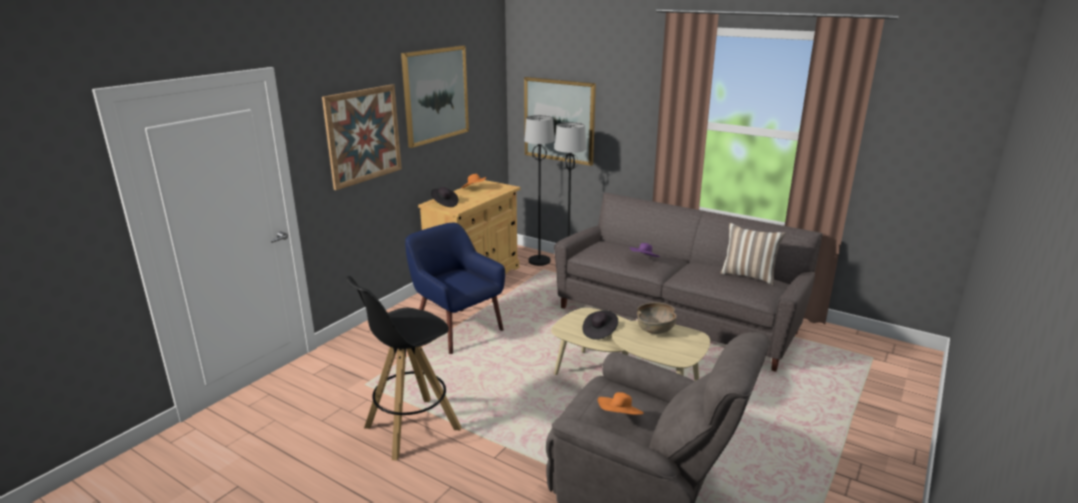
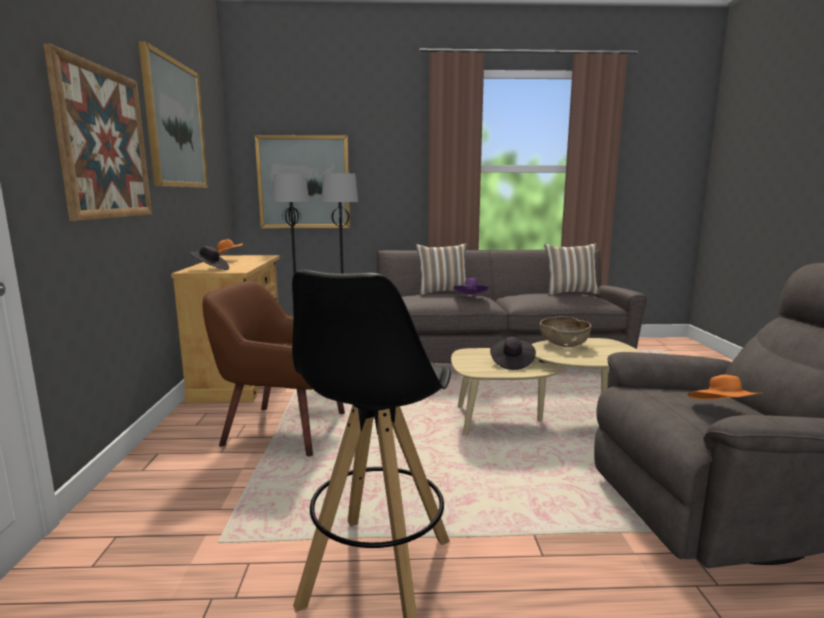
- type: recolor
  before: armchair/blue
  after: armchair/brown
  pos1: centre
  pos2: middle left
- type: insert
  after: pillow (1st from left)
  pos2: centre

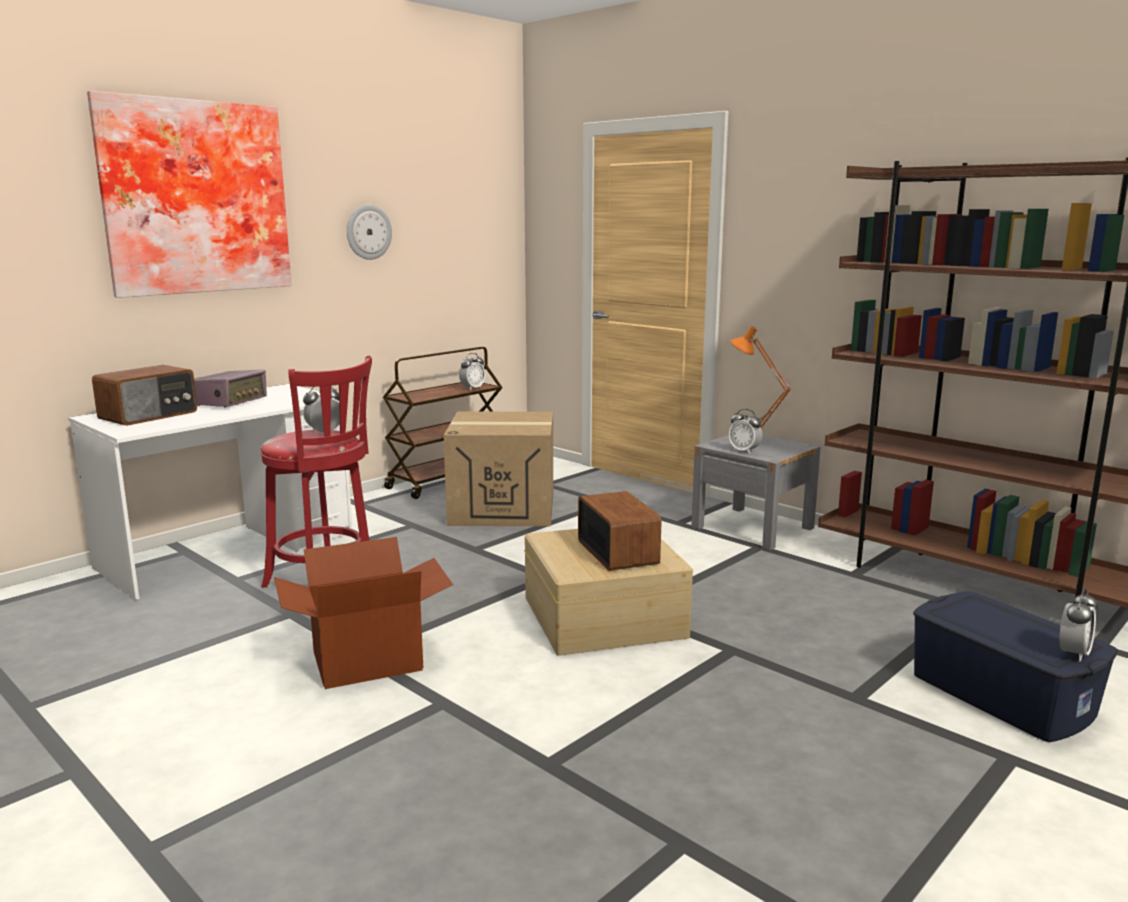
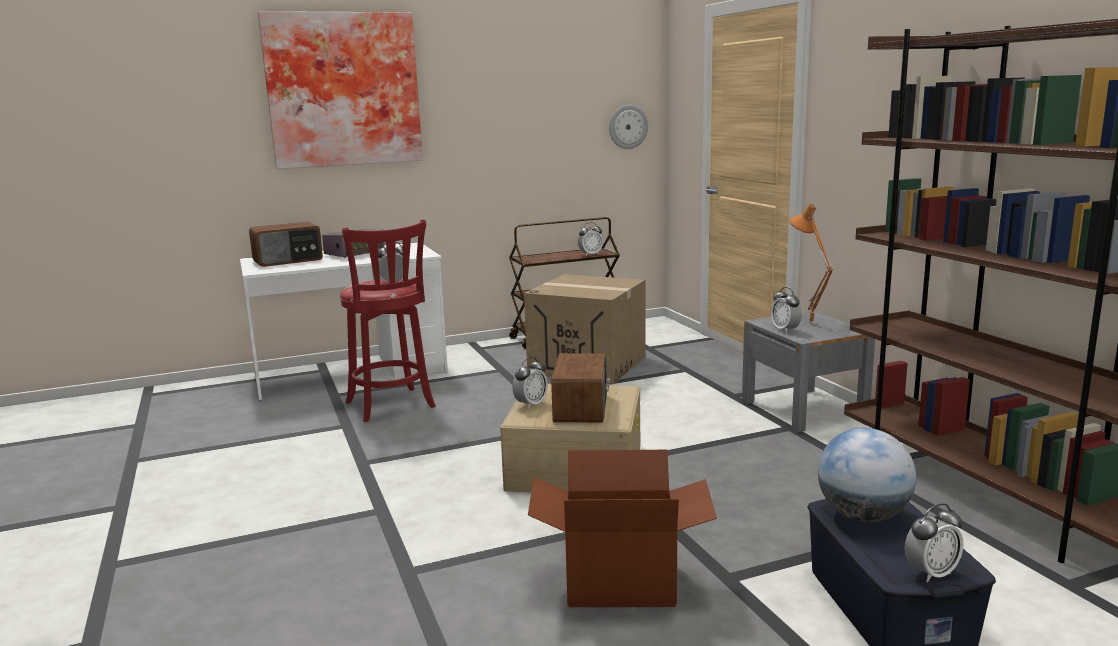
- type: insert
  after: alarm clock (2nd from left)
  pos2: centre
- type: move
  before: cardboard box (1st from left in the first image)
  after: cardboard box (2nd from left)
  pos1: bottom left
  pos2: bottom centre
- type: move
  before: wall clock
  pos1: top left
  pos2: top centre
- type: insert
  after: globe
  pos2: bottom right

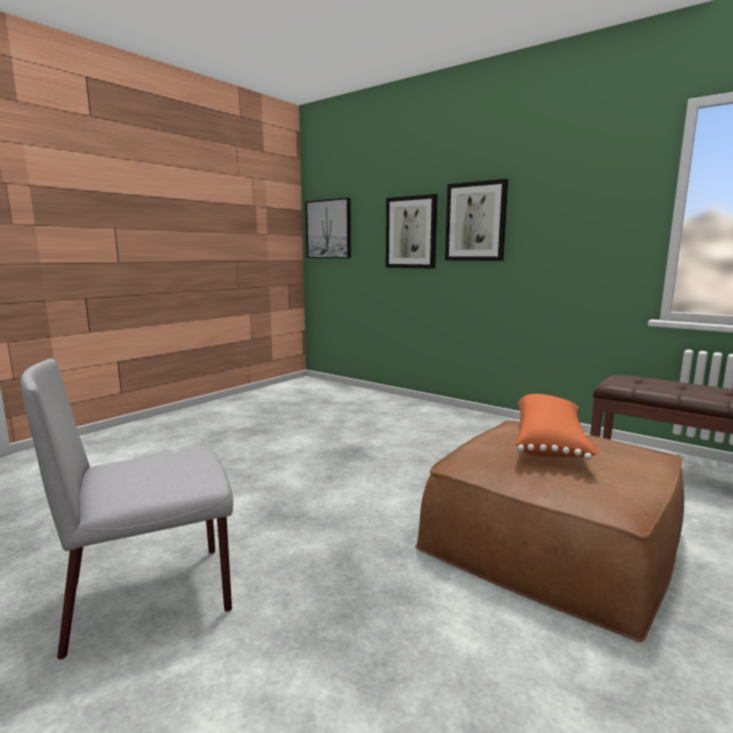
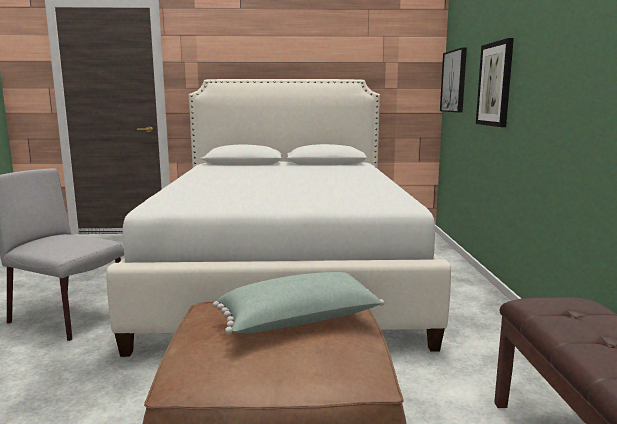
- type: insert
  after: bed/white
  pos2: centre
- type: recolor
  before: pillow/orange
  after: pillow/green
  pos1: middle right
  pos2: bottom centre
- type: delete
  before: picture (3rd from left)
  pos1: top centre

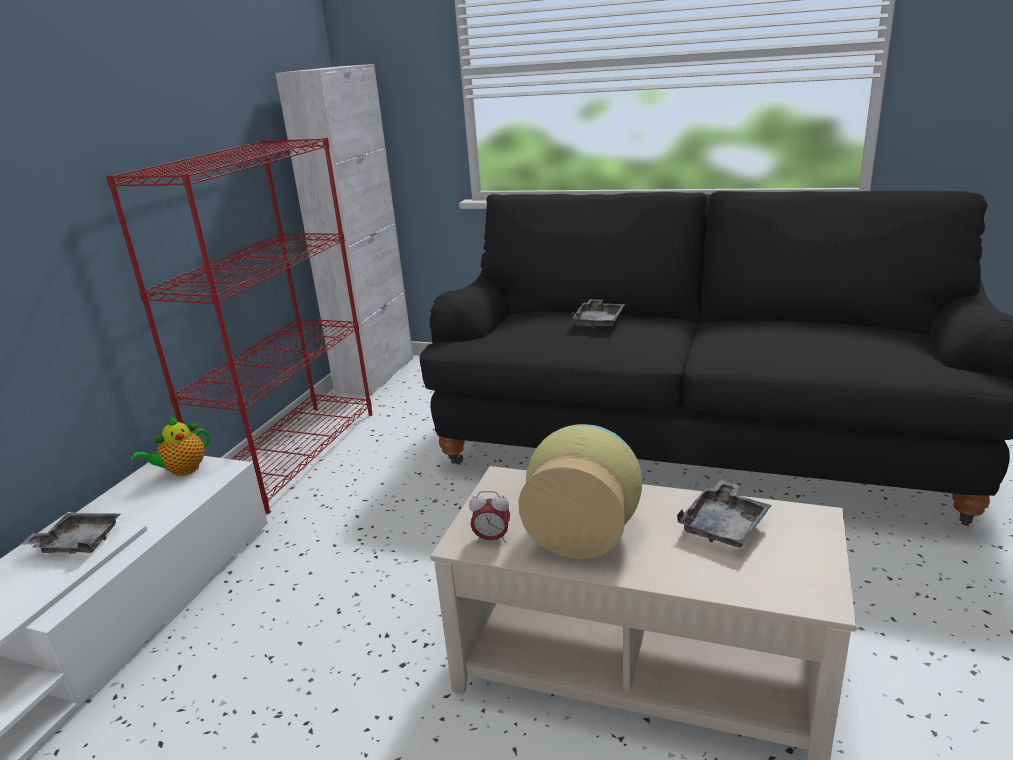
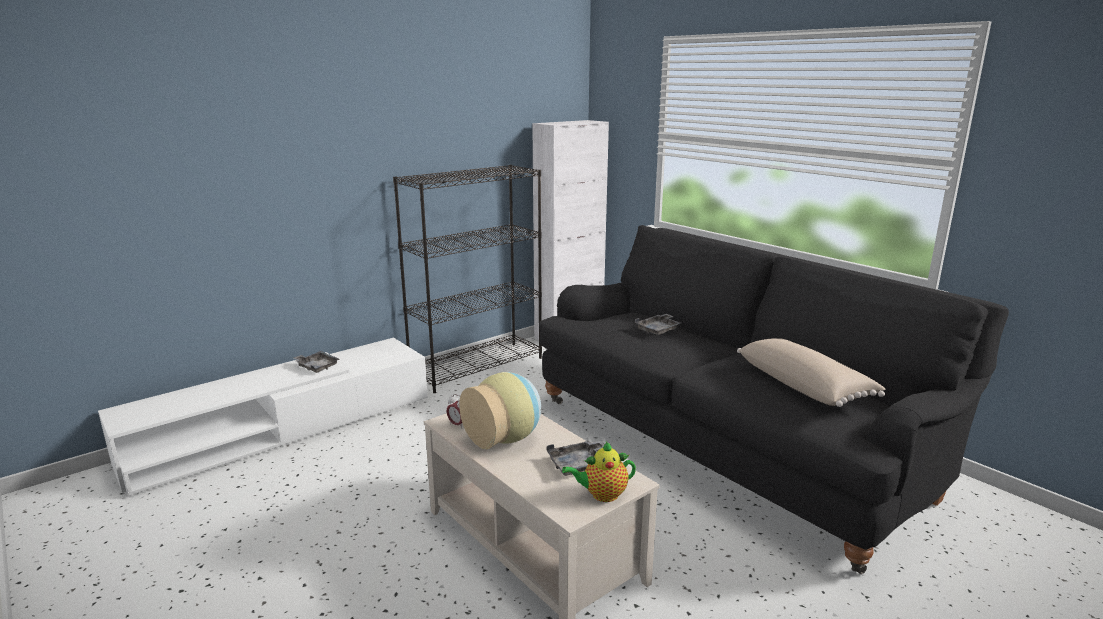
- type: recolor
  before: bookcase/red
  after: bookcase/black
  pos1: middle left
  pos2: centre
- type: move
  before: teapot
  pos1: middle left
  pos2: bottom centre
- type: insert
  after: pillow/beige
  pos2: middle right

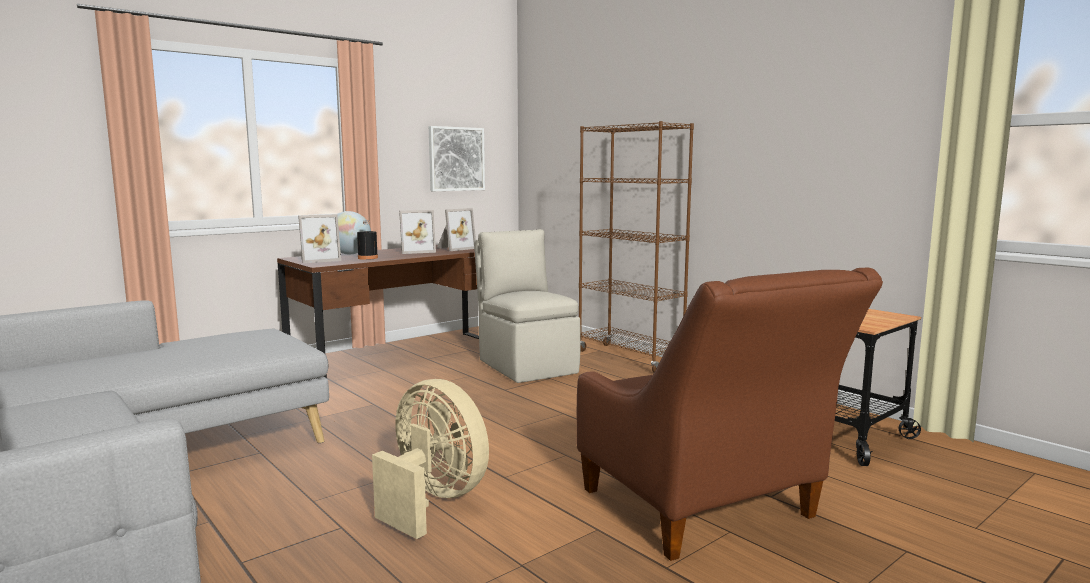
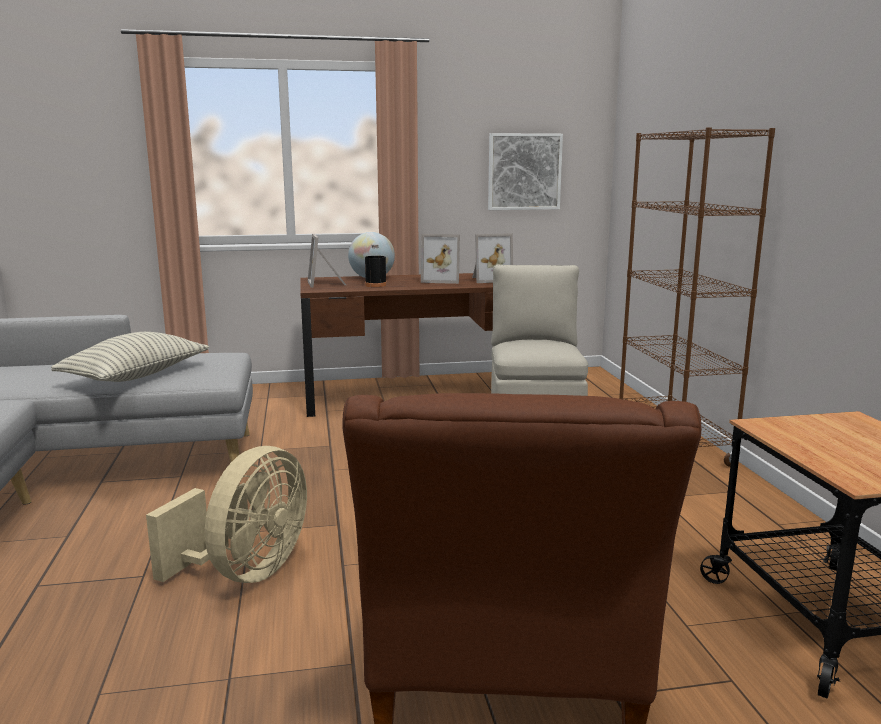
- type: insert
  after: pillow
  pos2: middle left
- type: rotate
  before: fan/beige
  pos1: bottom centre
  pos2: bottom left
  turn: 45
- type: rotate
  before: picture frame (1st from left)
  pos1: middle left
  pos2: centre
  turn: 75

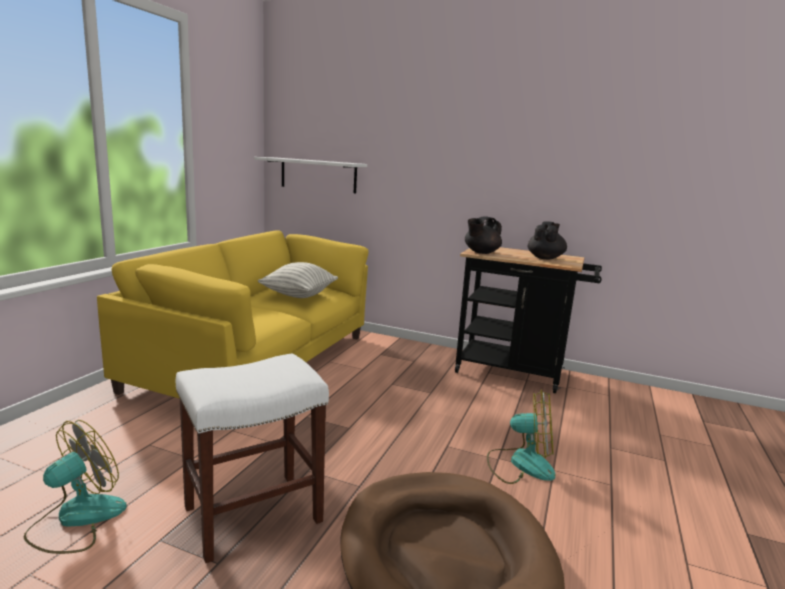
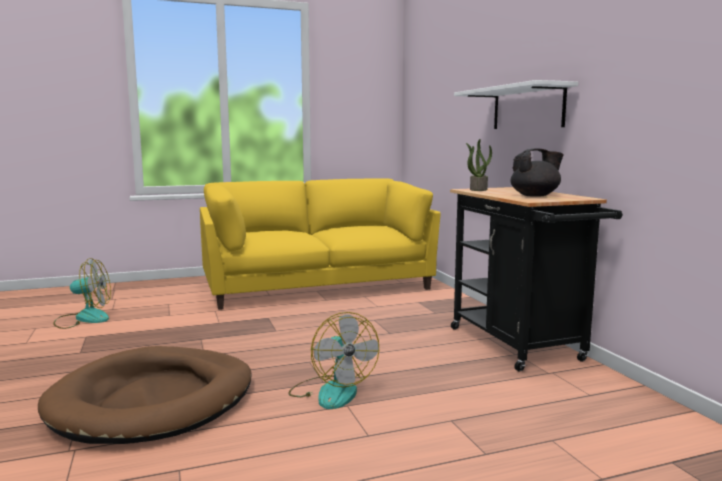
- type: move
  before: shelf/white
  pos1: top centre
  pos2: top right
- type: replace
  before: teapot/black (1st from left)
  after: potted plant
  pos1: centre
  pos2: centre
- type: delete
  before: stool/white
  pos1: bottom left
- type: delete
  before: pillow
  pos1: centre

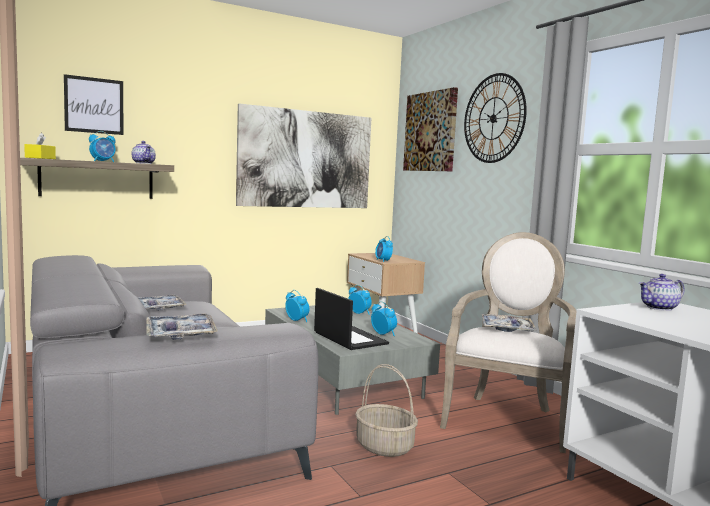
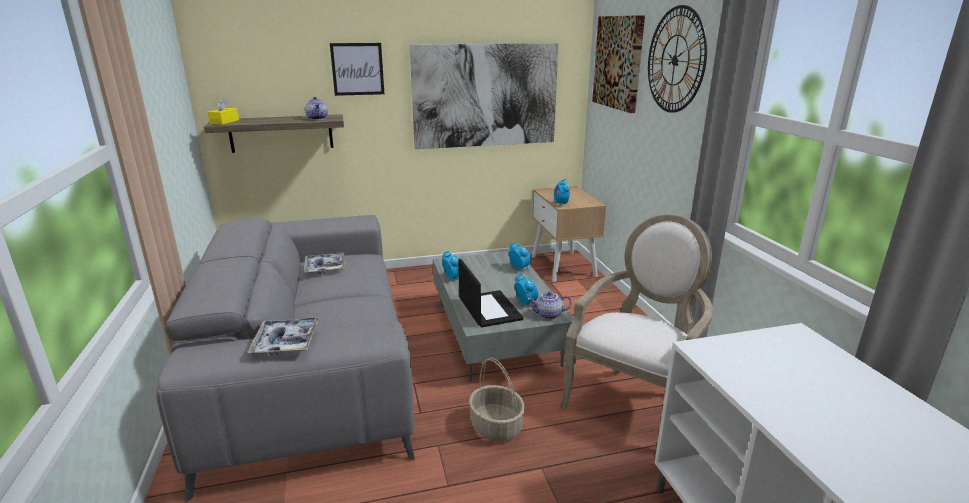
- type: move
  before: picture (1st from left)
  pos1: top left
  pos2: top centre
- type: move
  before: teapot (2nd from left)
  pos1: middle right
  pos2: centre
- type: delete
  before: alarm clock (1st from left)
  pos1: top left
- type: delete
  before: tray (3rd from left)
  pos1: middle right

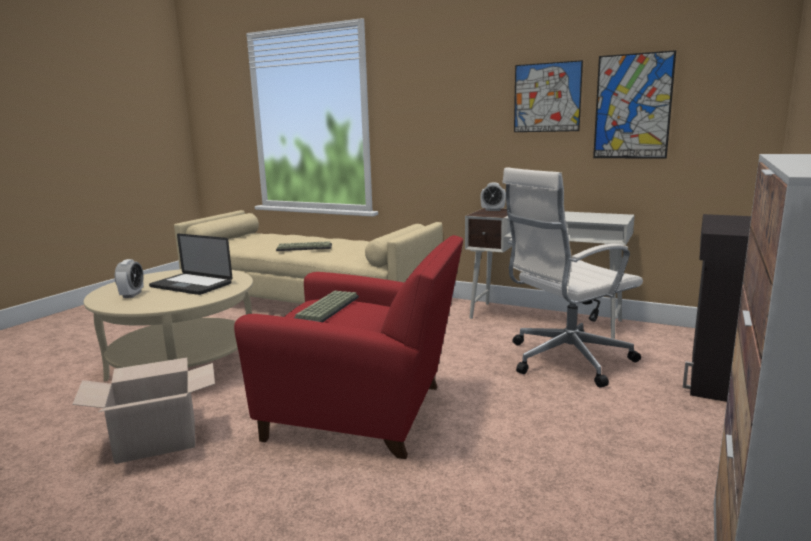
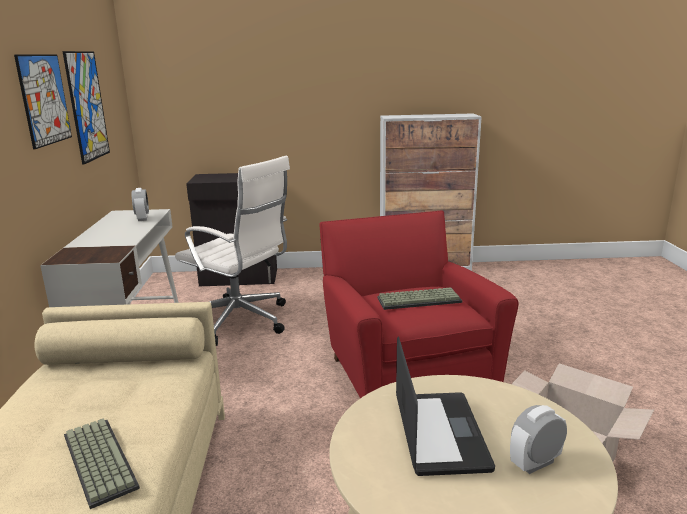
- type: move
  before: alarm clock (2nd from left in the first image)
  after: alarm clock (1st from left)
  pos1: centre
  pos2: middle left

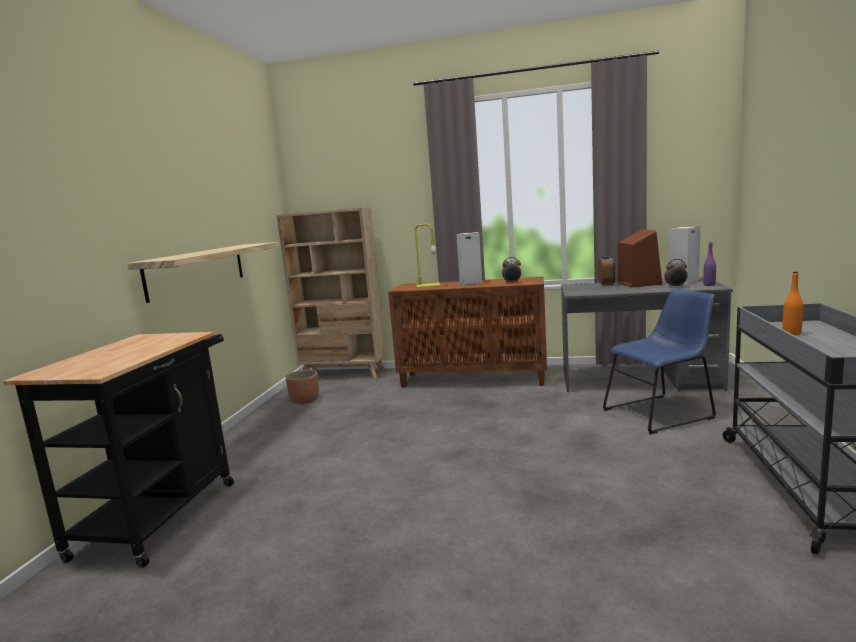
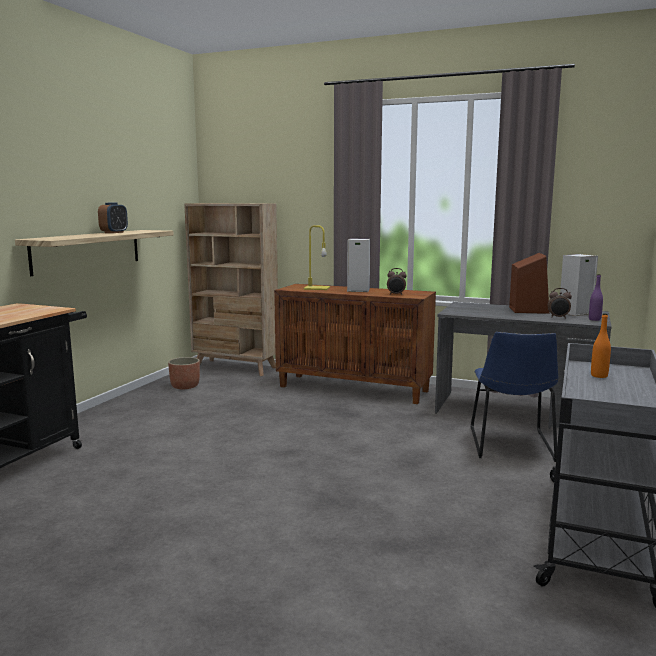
- type: move
  before: alarm clock (2nd from left in the first image)
  after: alarm clock (1st from left)
  pos1: middle right
  pos2: top left
- type: rotate
  before: chair/blue
  pos1: middle right
  pos2: middle right
  turn: 105

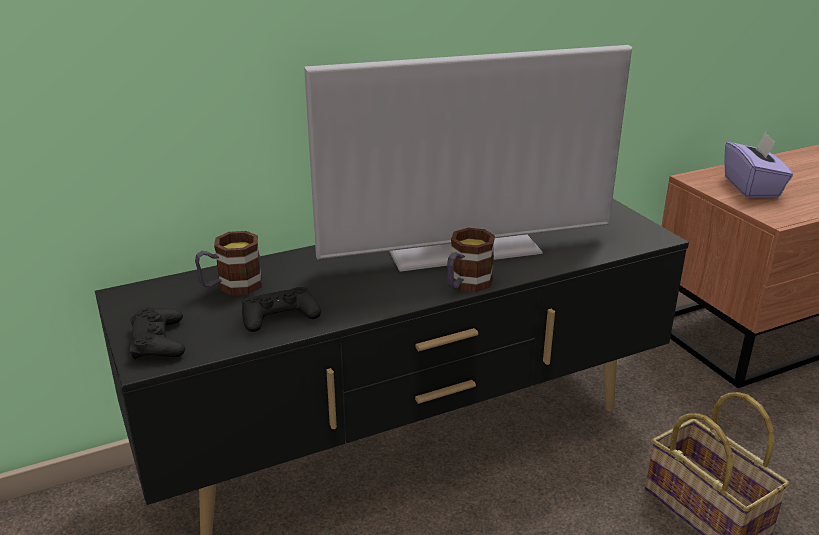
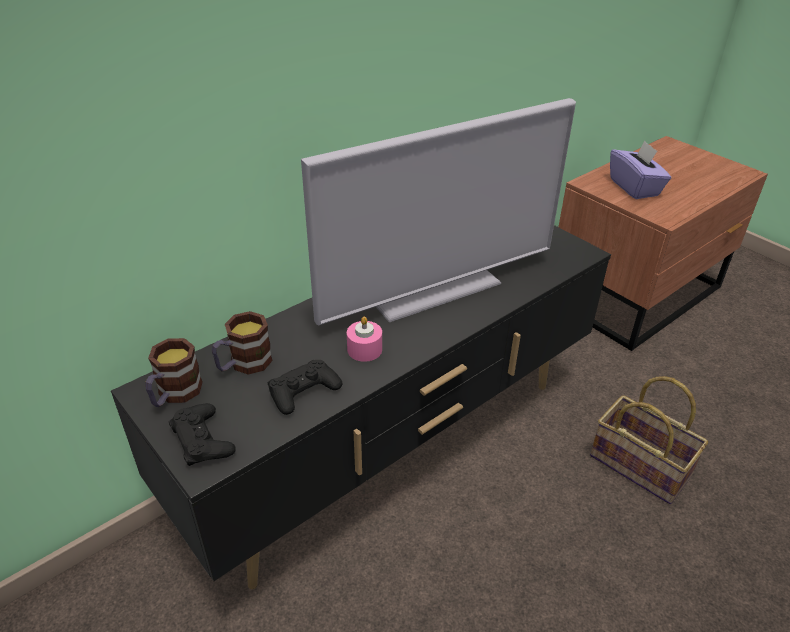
- type: move
  before: mug (2nd from left in the first image)
  after: mug (1st from left)
  pos1: centre
  pos2: middle left
- type: insert
  after: candle/pink
  pos2: centre

